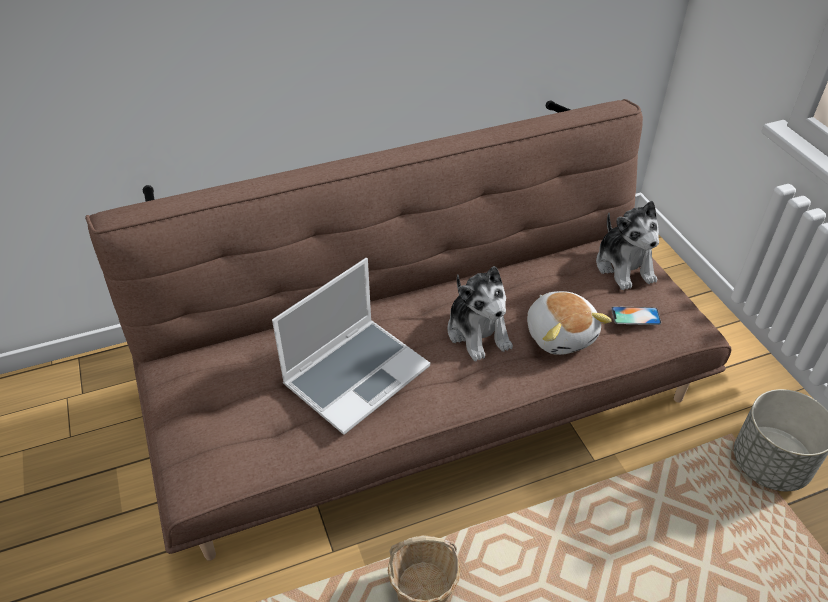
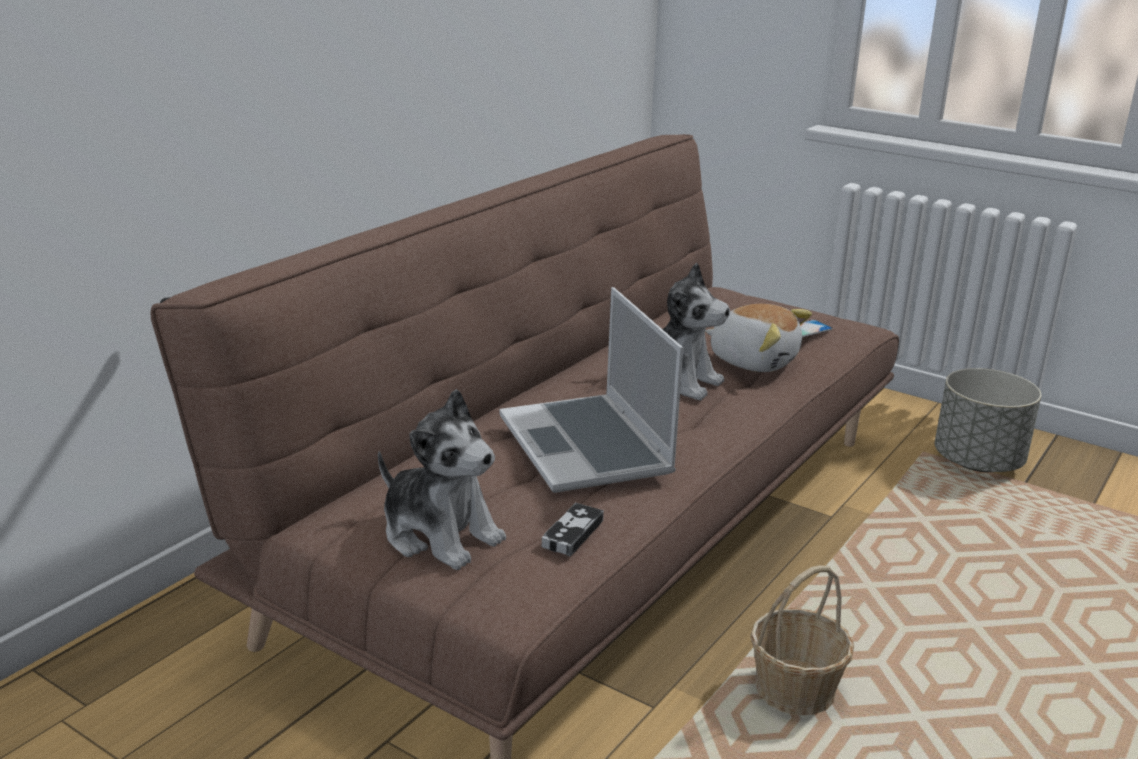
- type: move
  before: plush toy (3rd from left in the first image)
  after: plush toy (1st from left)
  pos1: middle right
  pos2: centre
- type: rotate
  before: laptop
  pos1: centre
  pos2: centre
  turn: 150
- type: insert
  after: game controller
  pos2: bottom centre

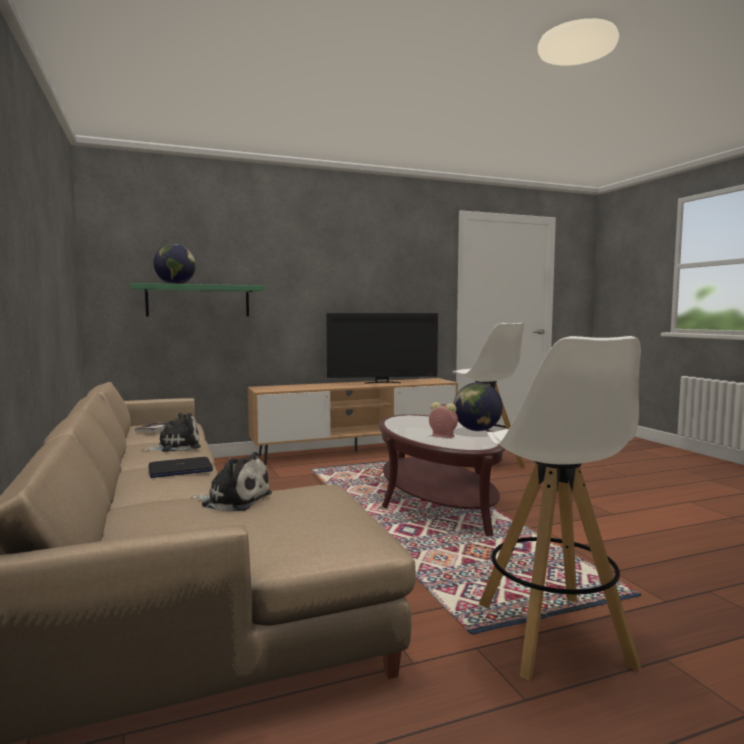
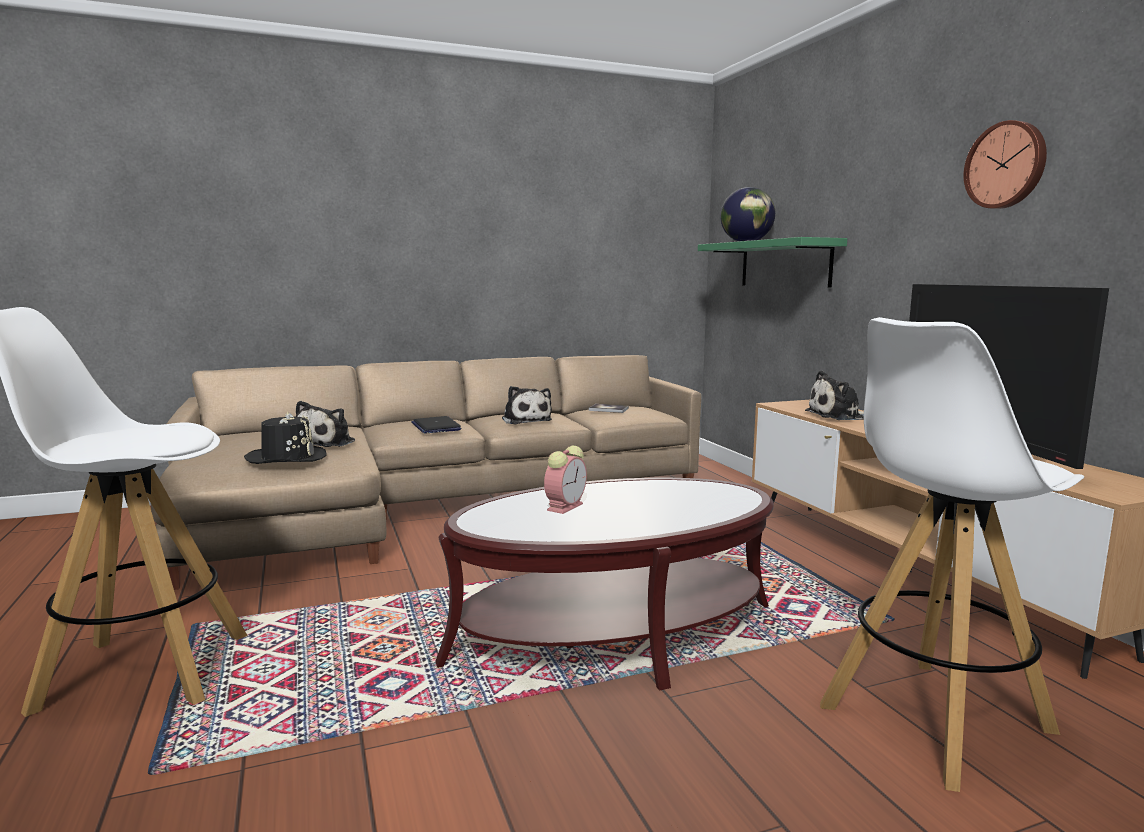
- type: insert
  after: hat/black
  pos2: middle left
- type: insert
  after: plush toy (3rd from left)
  pos2: middle right
- type: insert
  after: wall clock
  pos2: top right
- type: delete
  before: globe (2nd from left)
  pos1: centre

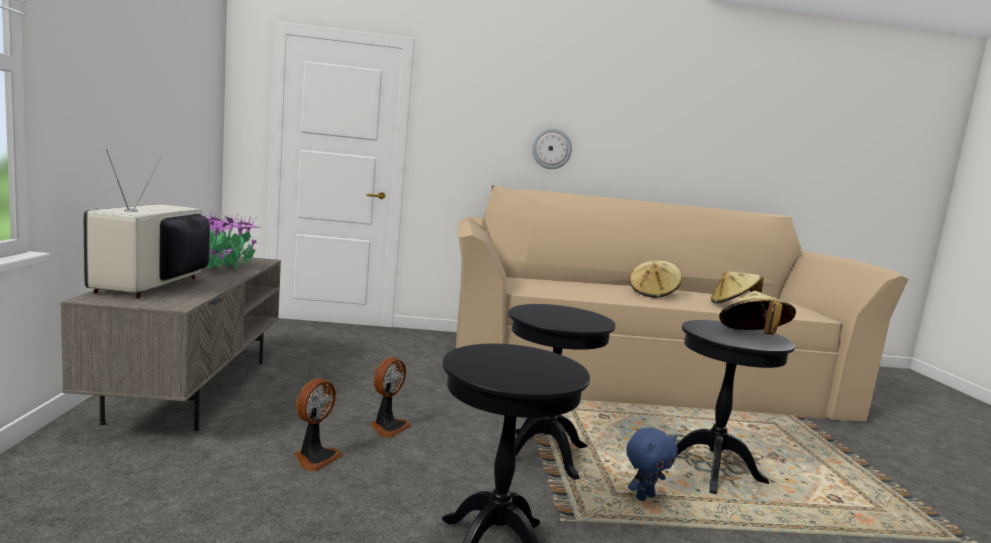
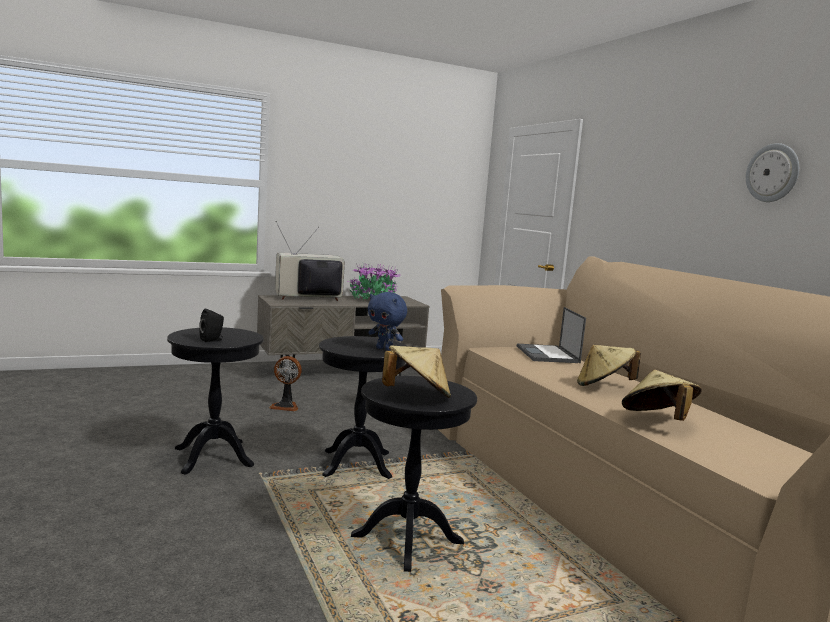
- type: insert
  after: speaker/black
  pos2: middle left
- type: move
  before: plush toy/blue
  pos1: bottom centre
  pos2: centre
- type: insert
  after: laptop
  pos2: centre
- type: move
  before: wall clock
  pos1: top centre
  pos2: top right
- type: delete
  before: fan (2nd from left)
  pos1: bottom centre

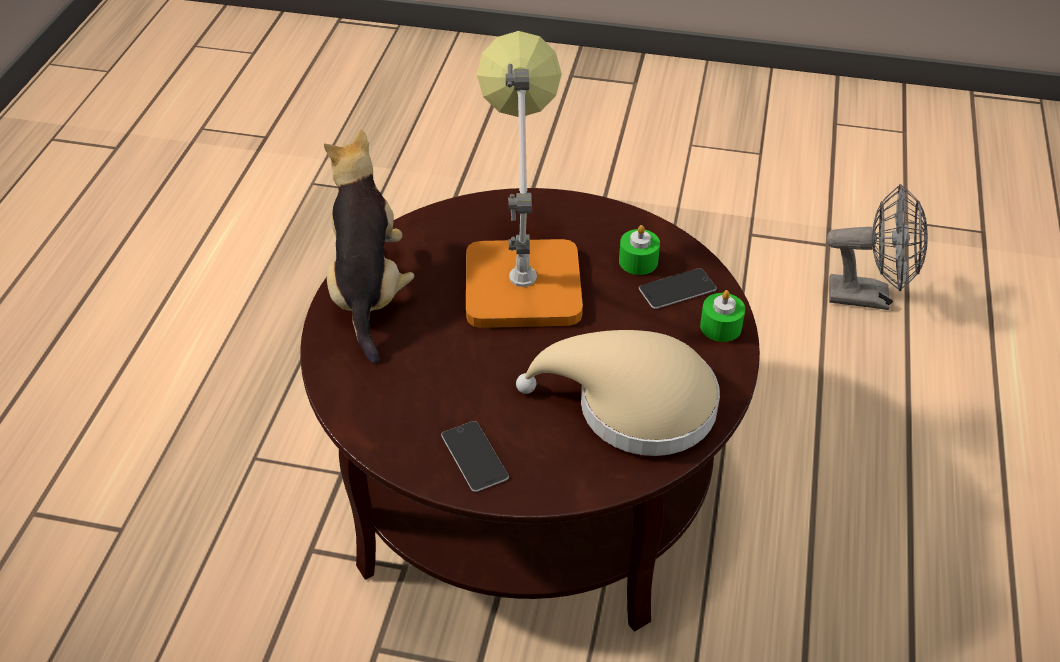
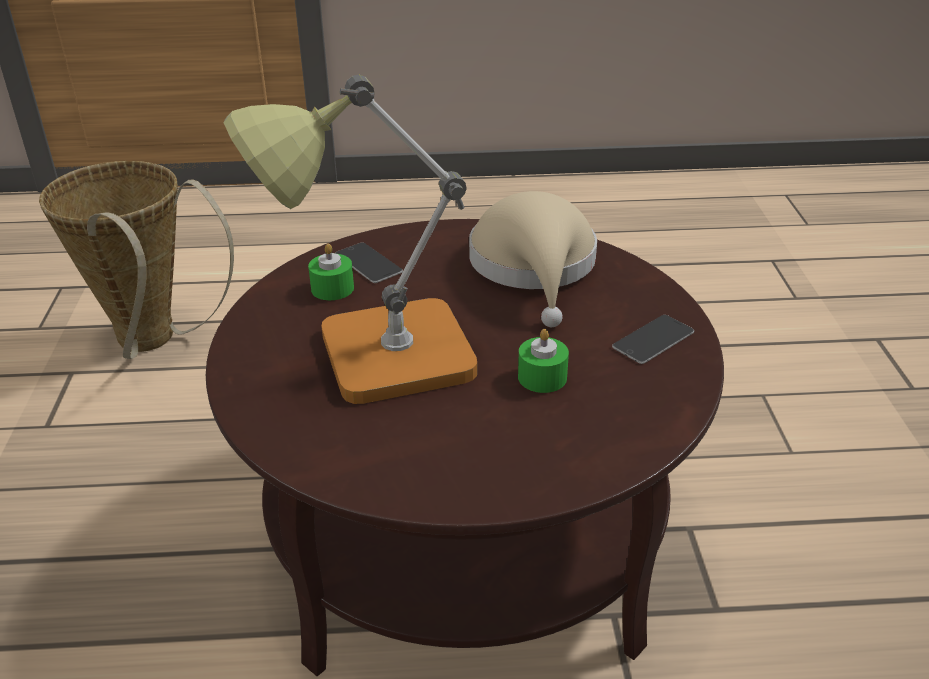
- type: replace
  before: fan/grey
  after: basket
  pos1: middle right
  pos2: middle left
- type: move
  before: candle/green (2nd from left)
  pos1: middle right
  pos2: centre
- type: delete
  before: plush toy
  pos1: centre

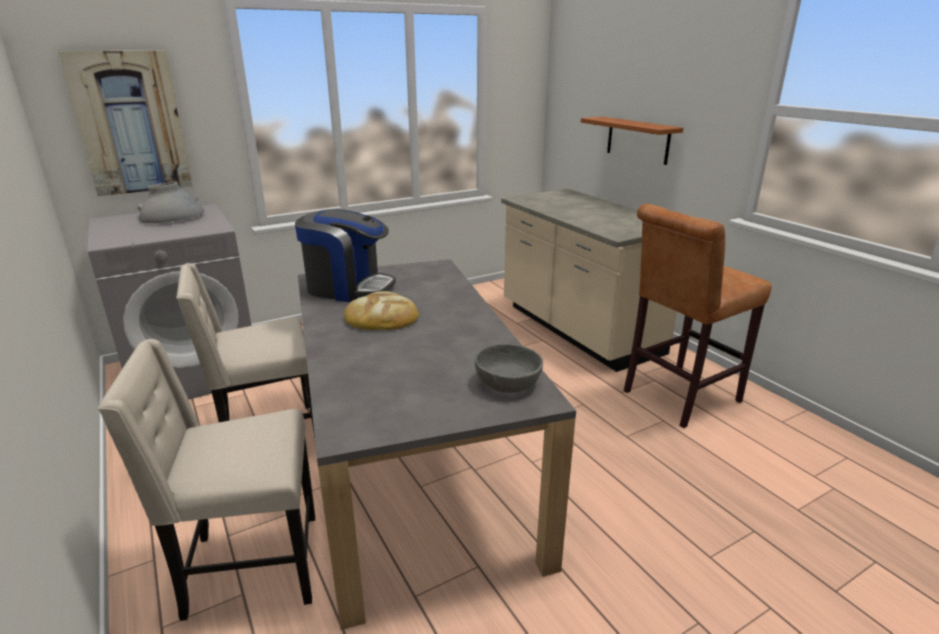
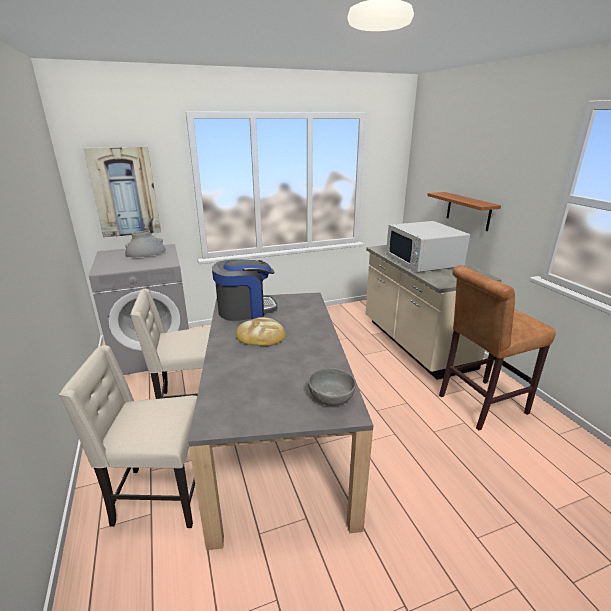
- type: rotate
  before: coffee machine
  pos1: centre
  pos2: centre
  turn: -45
- type: insert
  after: microwave/white
  pos2: middle right

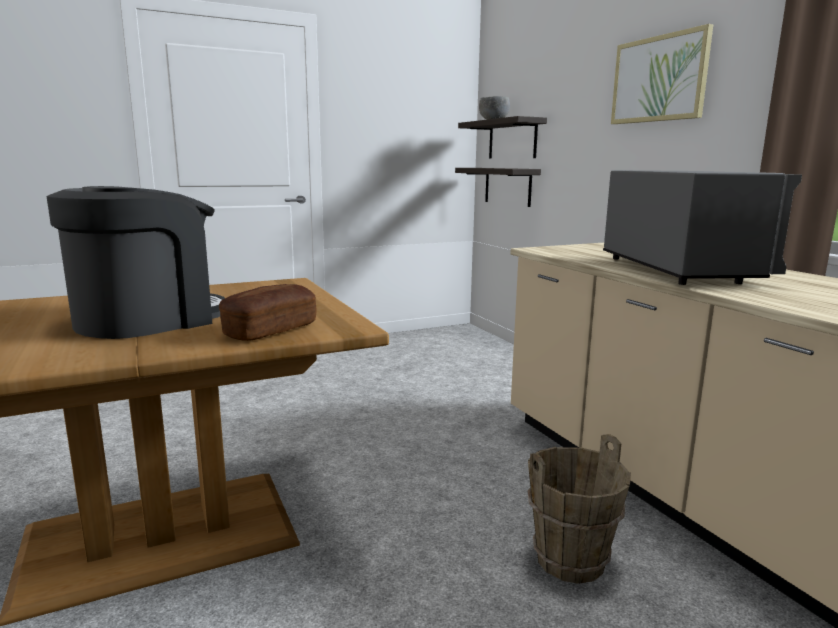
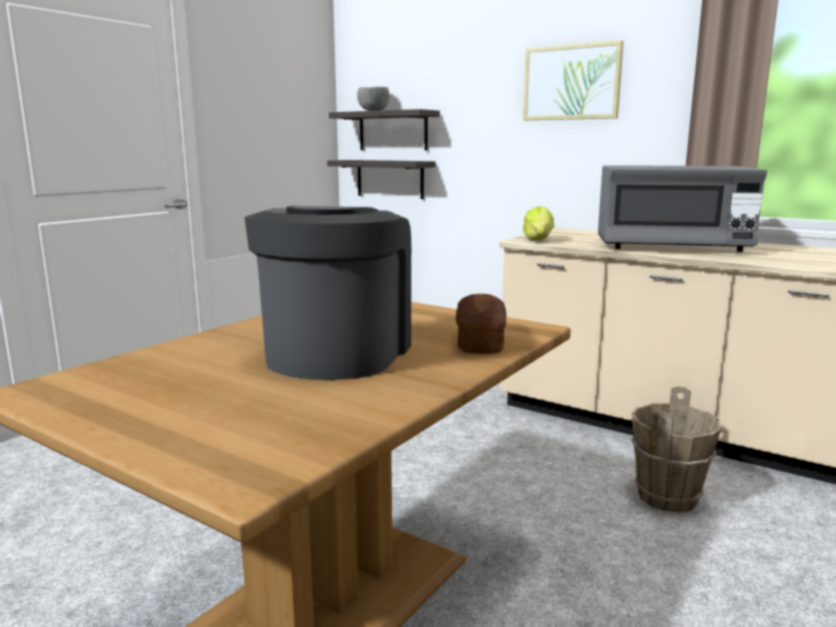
- type: insert
  after: lettuce
  pos2: centre
- type: rotate
  before: microwave/grey
  pos1: middle right
  pos2: top right
  turn: 135

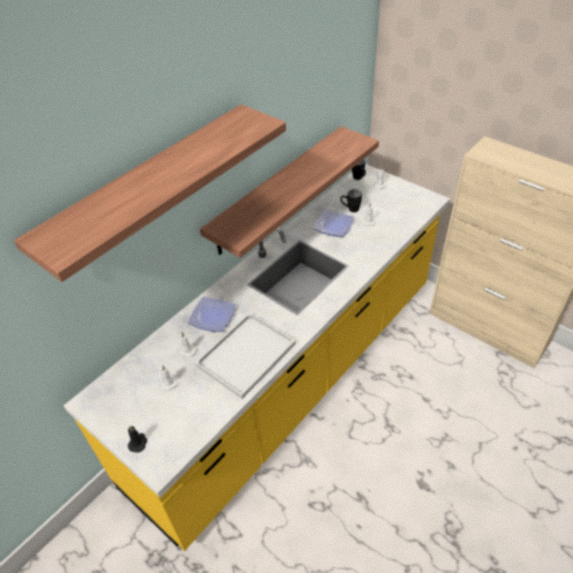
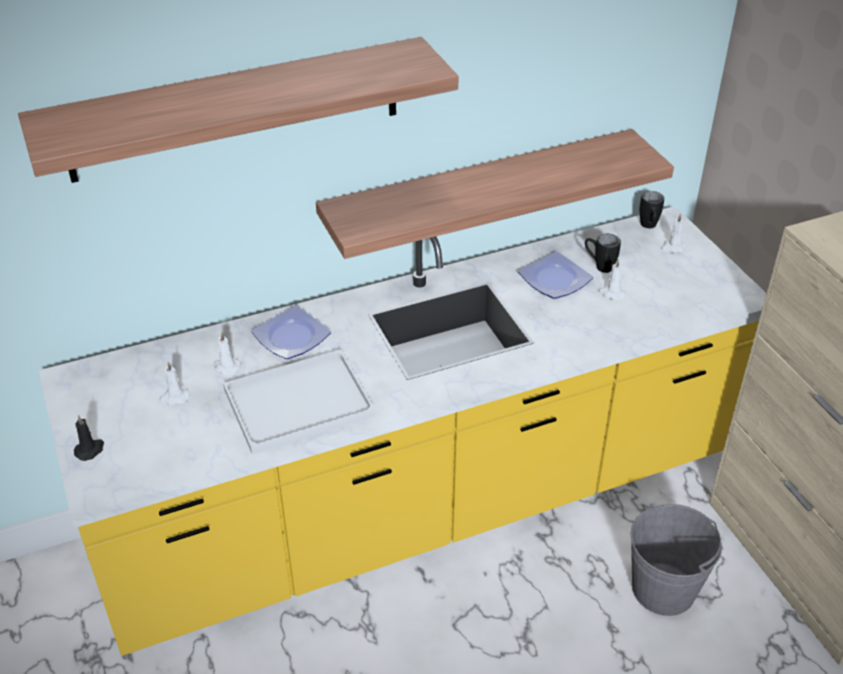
- type: insert
  after: bucket/grey
  pos2: bottom right

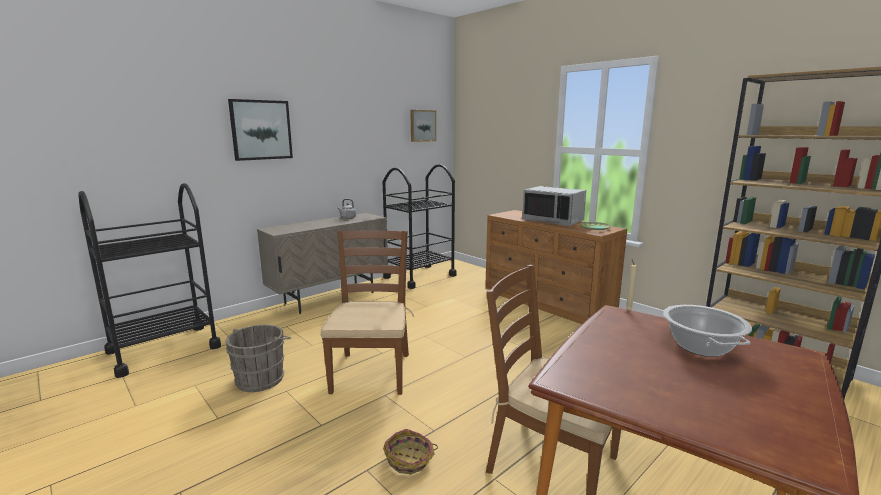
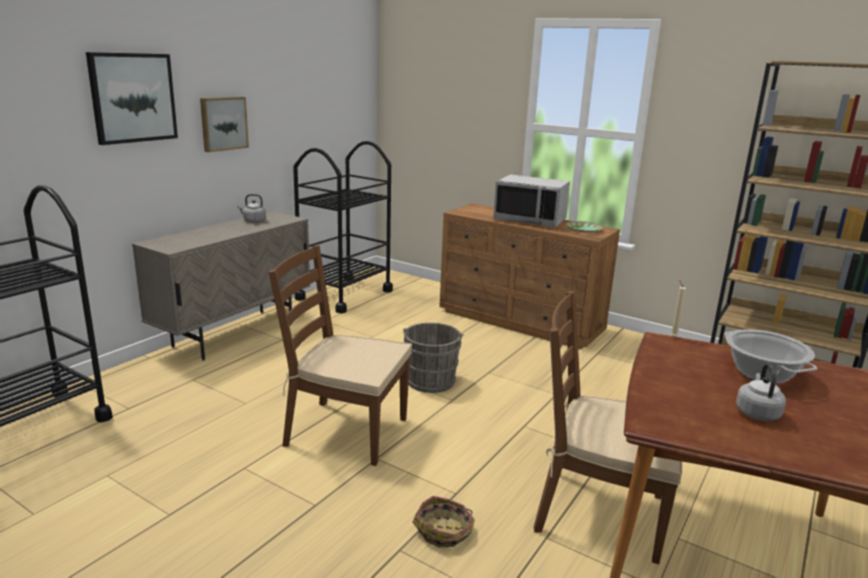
- type: move
  before: picture (2nd from left)
  pos1: top centre
  pos2: top left
- type: rotate
  before: chair/brown (1st from left)
  pos1: centre
  pos2: centre
  turn: -60
- type: move
  before: bucket/grey
  pos1: bottom left
  pos2: centre
- type: insert
  after: kettle/grey (2nd from left)
  pos2: bottom right

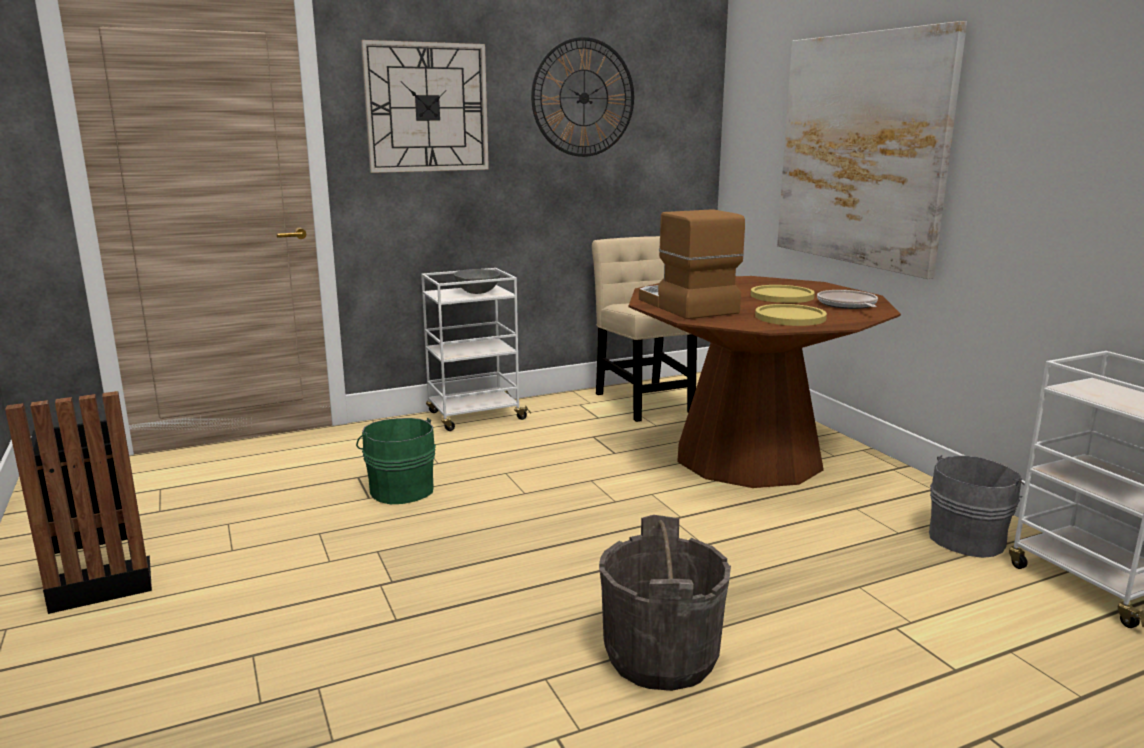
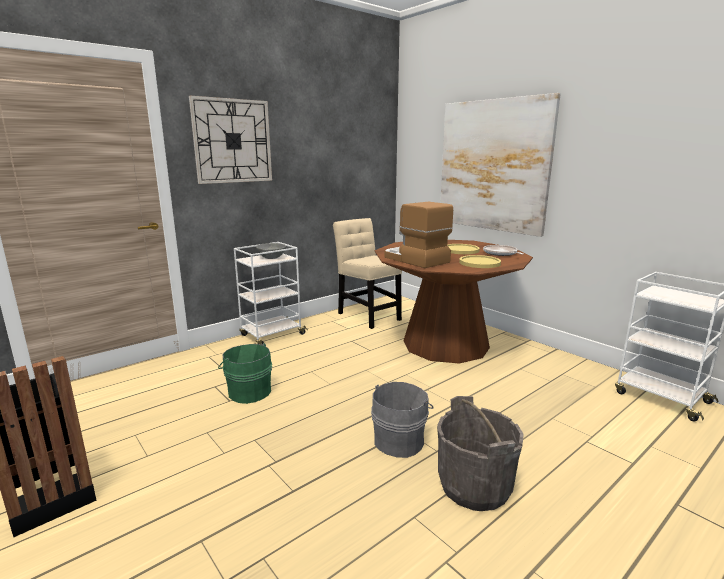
- type: move
  before: bucket/grey (2nd from left in the first image)
  after: bucket/grey (1st from left)
  pos1: bottom right
  pos2: bottom centre
- type: delete
  before: wall clock (2nd from left)
  pos1: top centre

